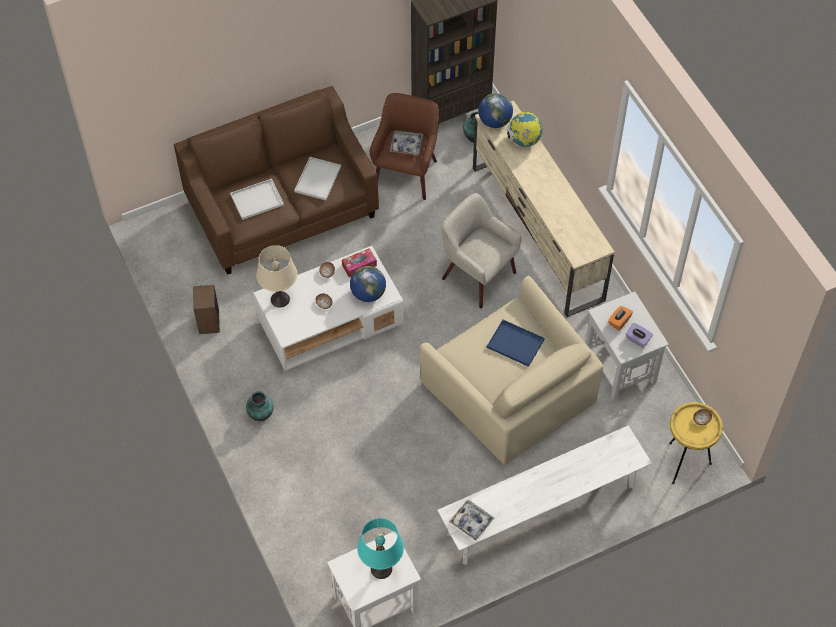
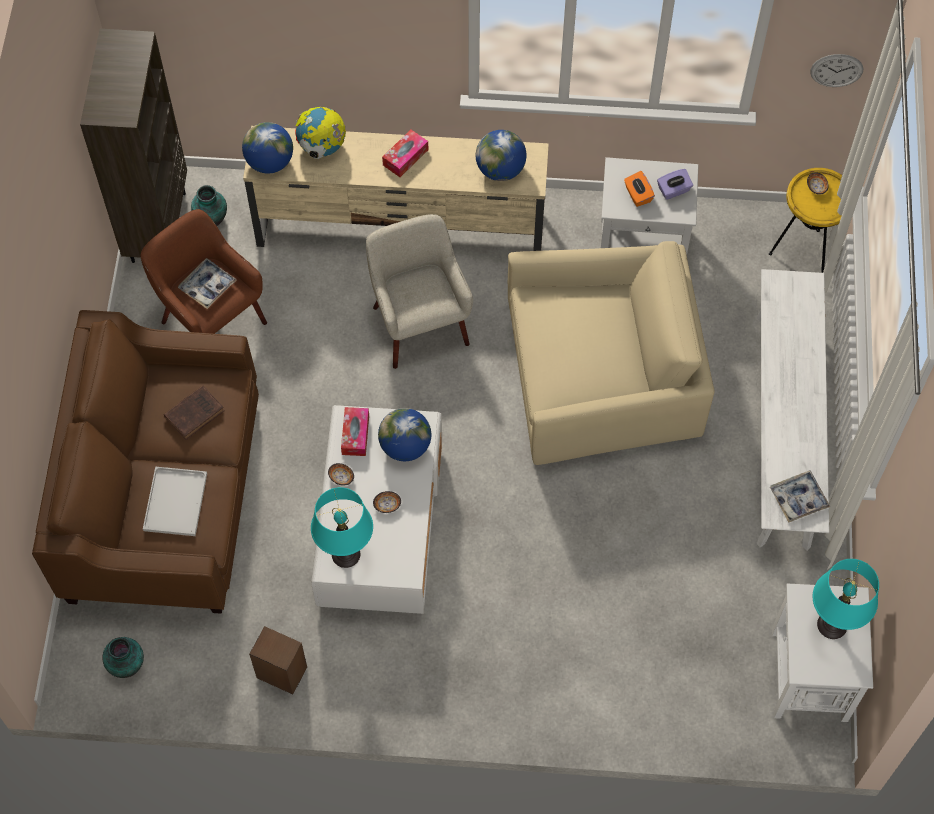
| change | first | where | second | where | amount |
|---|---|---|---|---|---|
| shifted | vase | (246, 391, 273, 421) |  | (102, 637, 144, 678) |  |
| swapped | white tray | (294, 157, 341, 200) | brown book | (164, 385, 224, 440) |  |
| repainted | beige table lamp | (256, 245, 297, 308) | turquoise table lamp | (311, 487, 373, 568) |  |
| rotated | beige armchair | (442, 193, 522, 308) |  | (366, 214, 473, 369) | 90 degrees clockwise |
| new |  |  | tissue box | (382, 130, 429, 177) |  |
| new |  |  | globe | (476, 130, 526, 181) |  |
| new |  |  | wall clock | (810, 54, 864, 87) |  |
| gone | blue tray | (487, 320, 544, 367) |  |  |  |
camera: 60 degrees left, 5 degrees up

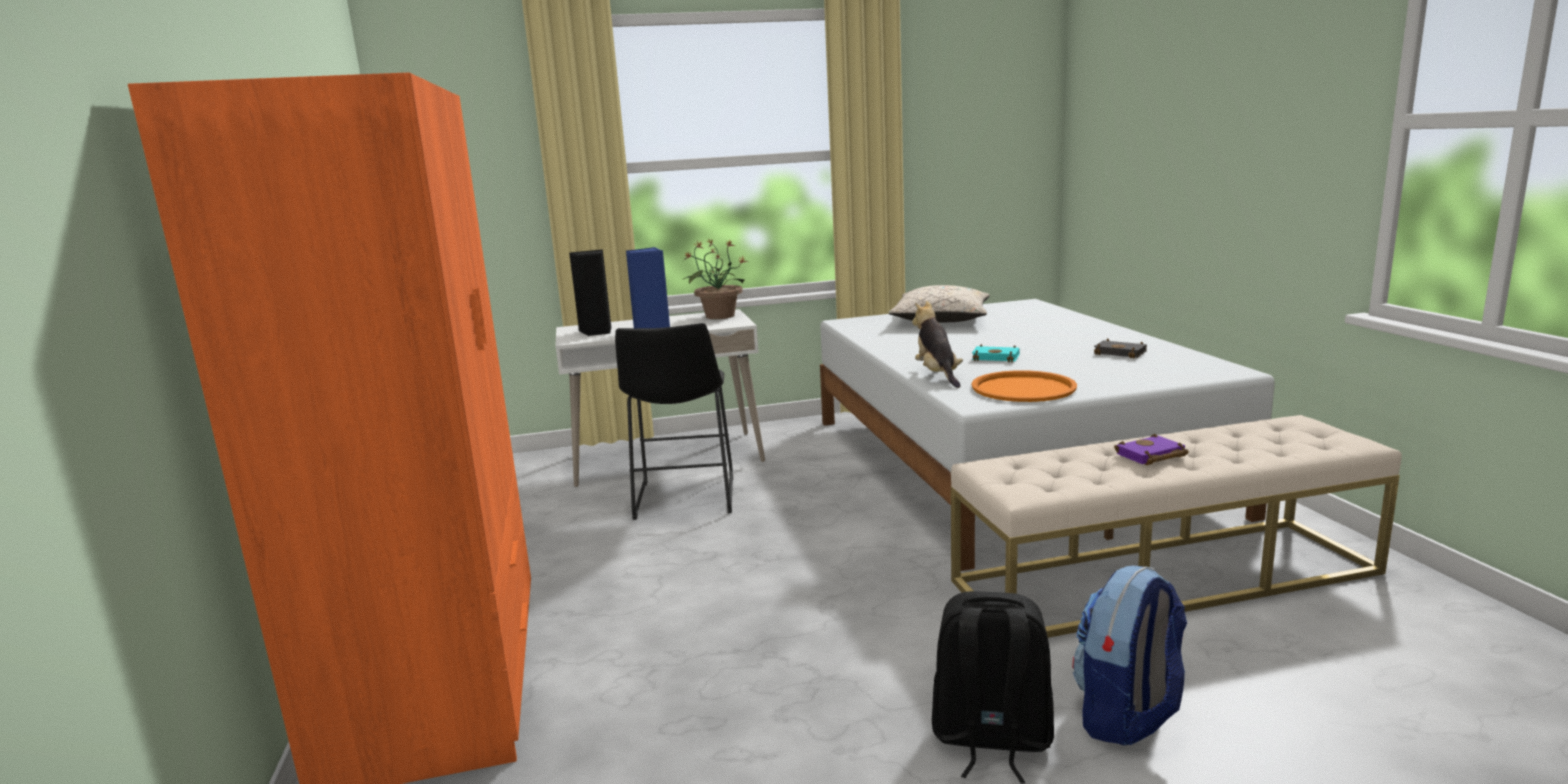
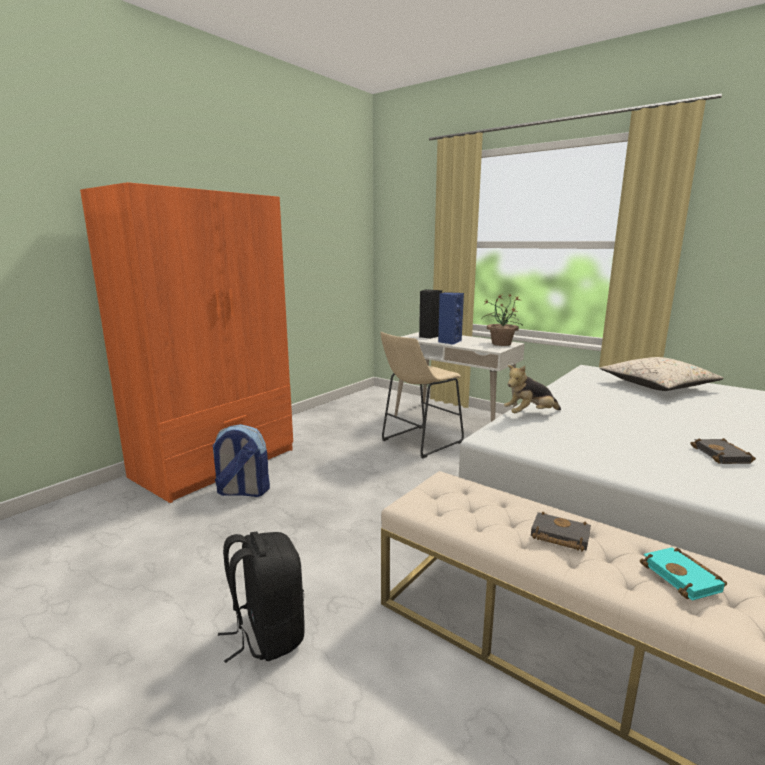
| change | first | where | second | where | amount |
|---|---|---|---|---|---|
| shifted | backpack | (1073, 565, 1187, 745) |  | (212, 424, 270, 497) |  |
| repainted | black stool | (615, 323, 733, 520) | beige stool | (380, 332, 464, 458) |  |
| rotated | plush toy | (912, 301, 963, 388) |  | (504, 365, 561, 413) | 150 degrees counterclockwise |
| repainted | purple book | (1114, 434, 1189, 465) | black book | (531, 511, 591, 552) |  |
| shifted | turquoise book | (972, 344, 1020, 362) |  | (640, 547, 727, 600) |  |
| gone | orange tray | (972, 370, 1077, 402) |  |  |  |
camera: 50 degrees right, 0 degrees up

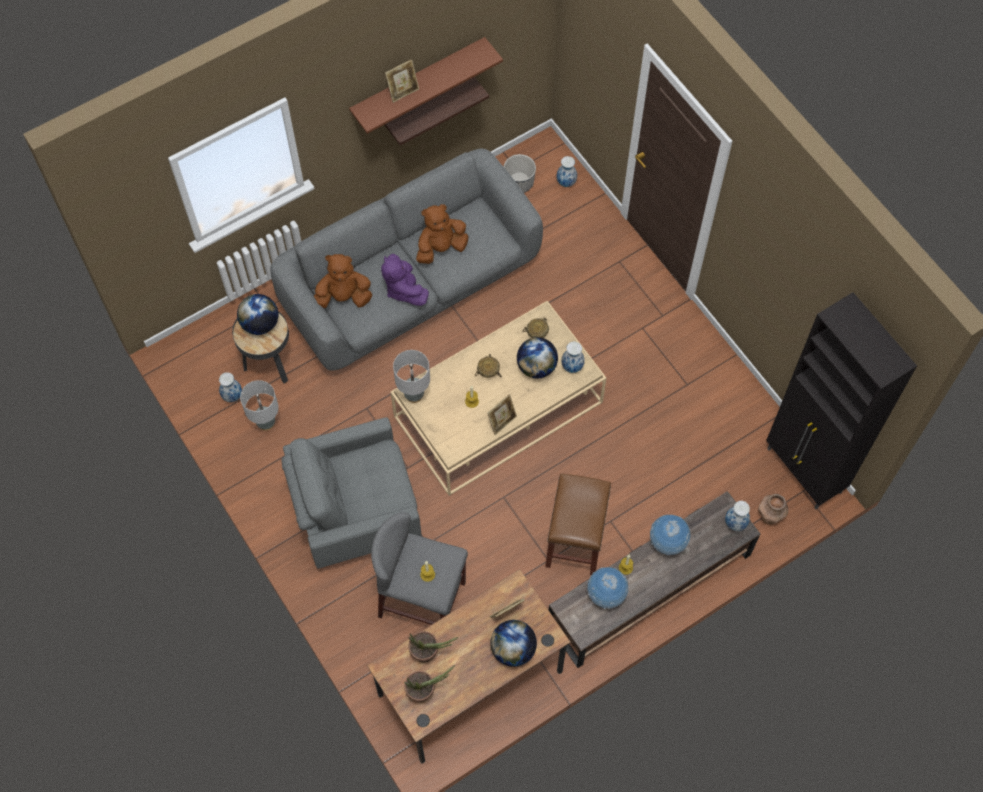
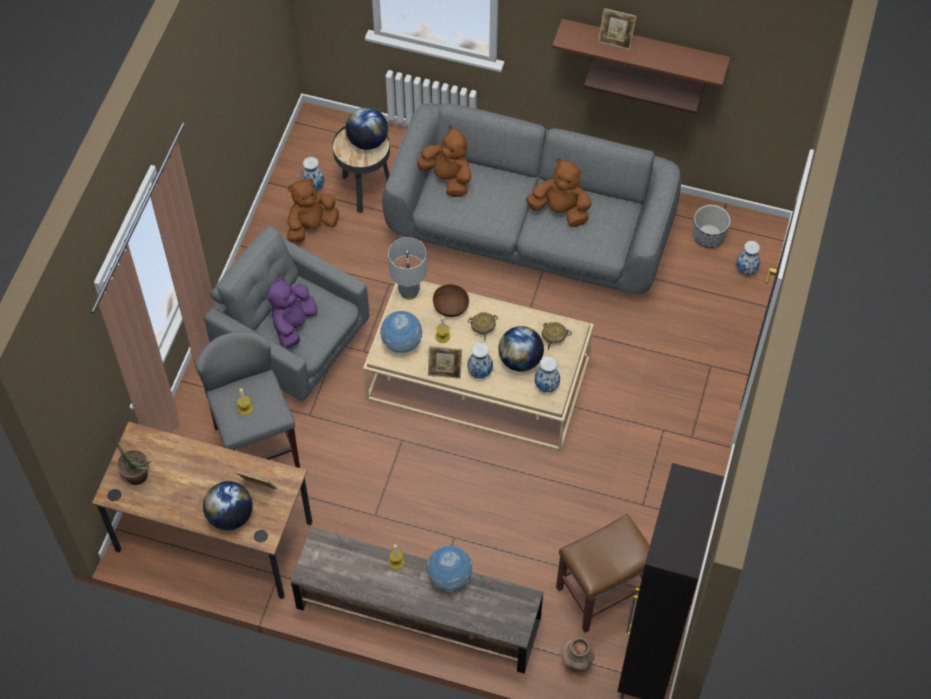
| change | first | where | second | where | amount |
|---|---|---|---|---|---|
| shifted | purple plush toy | (381, 254, 429, 306) |  | (266, 276, 318, 349) |  |
| swapped | grey table lamp | (240, 380, 279, 431) | brown plush toy | (287, 178, 339, 242) |  |
| shifted | globe | (587, 567, 628, 609) |  | (380, 311, 422, 353) |  |
| new |  |  | brown bowl | (433, 284, 469, 317) |  |
| shifted | vase | (725, 501, 750, 531) |  | (467, 343, 493, 379) |  |
| shifted | brown stool | (545, 473, 611, 575) |  | (556, 514, 650, 633) |  |
| gone | potted plant | (409, 631, 458, 662) |  |  |  |
camera: 50 degrees right, 5 degrees down

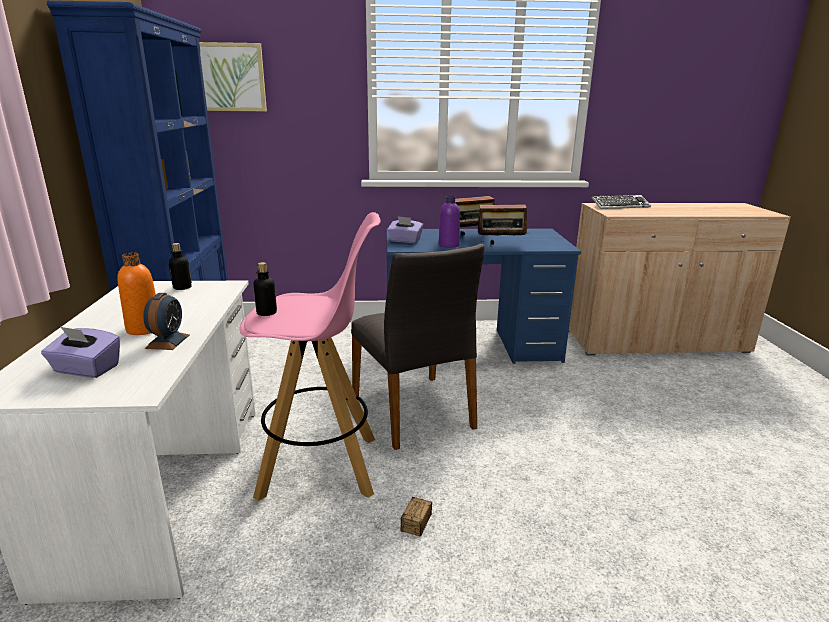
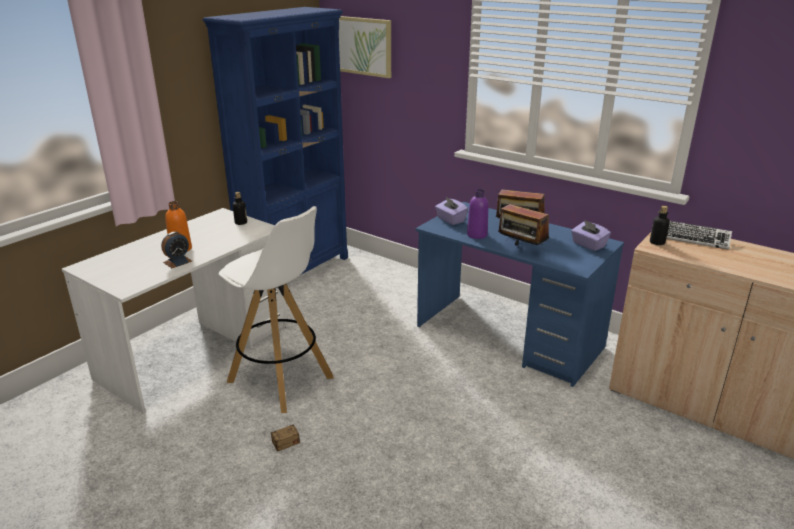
| change | first | where | second | where | amount |
|---|---|---|---|---|---|
| repainted | pink stool | (240, 212, 381, 501) | white stool | (219, 206, 334, 413) |  |
| shifted | purple tissue box | (41, 326, 120, 378) |  | (571, 220, 611, 251) |  |
| shifted | bottle | (254, 262, 277, 316) |  | (650, 206, 670, 245) |  |
| gone | grey chair | (351, 244, 485, 450) |  |  |  |
camera: 40 degrees right, 5 degrees up

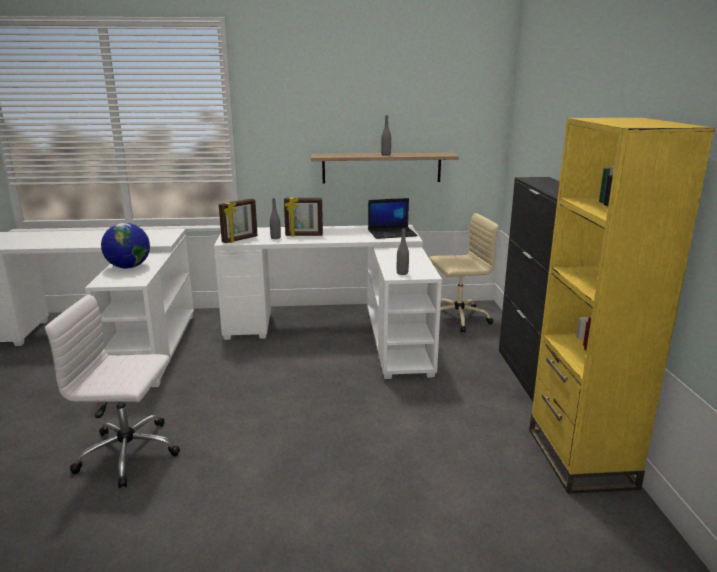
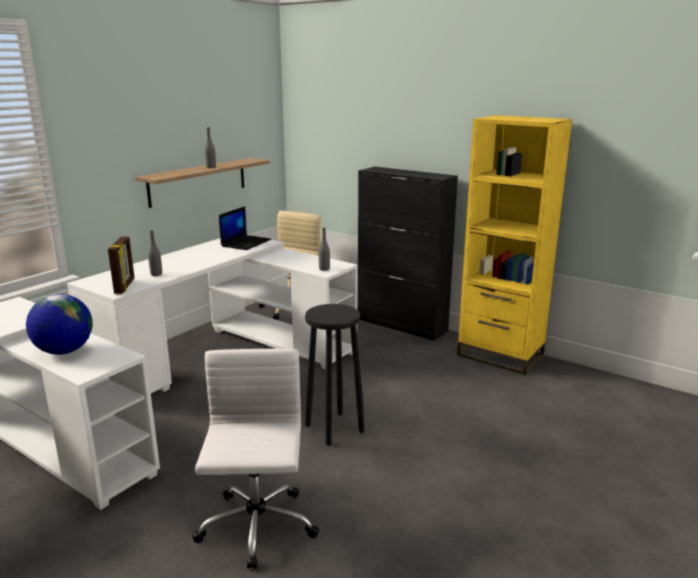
| change | first | where | second | where | amount |
|---|---|---|---|---|---|
| rotated | white office chair | (45, 294, 180, 488) |  | (192, 349, 319, 569) | 135 degrees clockwise |
| new |  |  | black stool | (305, 304, 364, 446) |  |
| gone | picture frame | (284, 198, 323, 236) |  |  |  |
camera: 50 degrees left, 0 degrees up

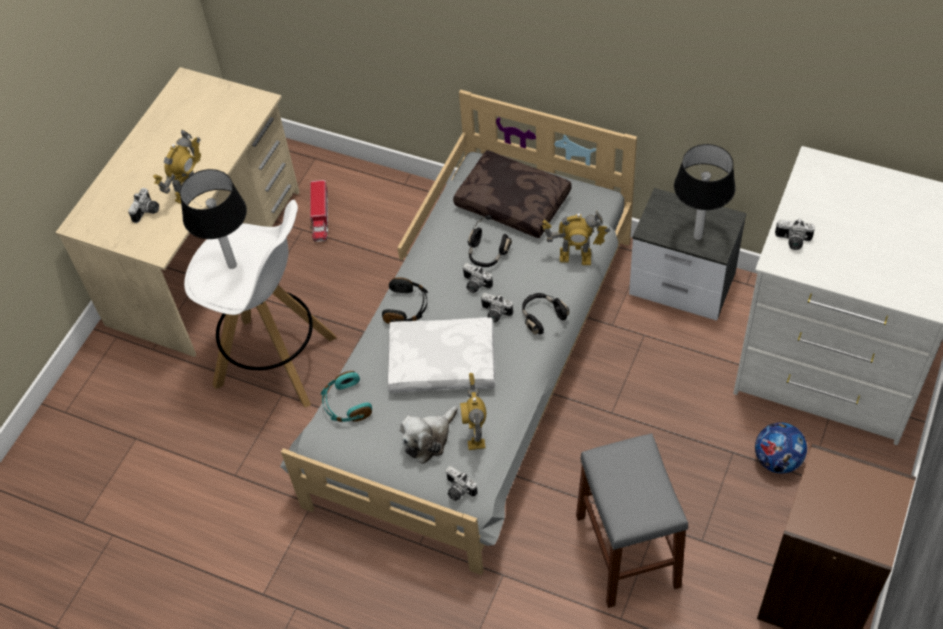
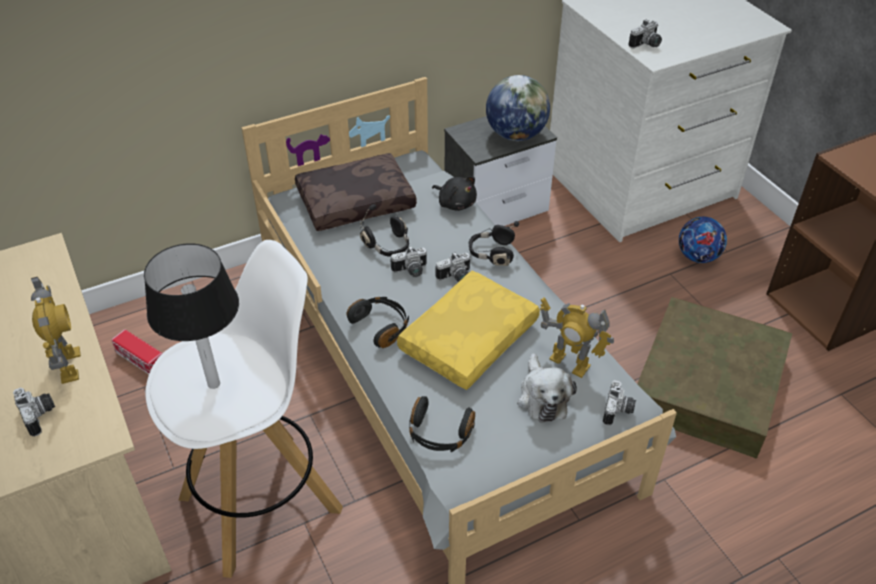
| change | first | where | second | where | amount |
|---|---|---|---|---|---|
| repainted | white pillow | (388, 317, 495, 393) | yellow pillow | (397, 271, 540, 390) |  |
| repainted | turquoise headphones | (321, 371, 372, 422) | black headphones | (409, 396, 475, 452) |  |
| swapped | toy robot | (542, 211, 610, 265) | black plush toy | (432, 176, 477, 211) |  |
| swapped | table lamp | (674, 144, 736, 240) | globe | (486, 75, 550, 141) |  |
| rotated | photo camera | (445, 466, 478, 501) |  | (603, 380, 636, 426) | 60 degrees counterclockwise |
| swapped | grey stool | (576, 433, 688, 608) | brown storage box | (637, 297, 792, 458) |  |
camera: 55 degrees left, 10 degrees down

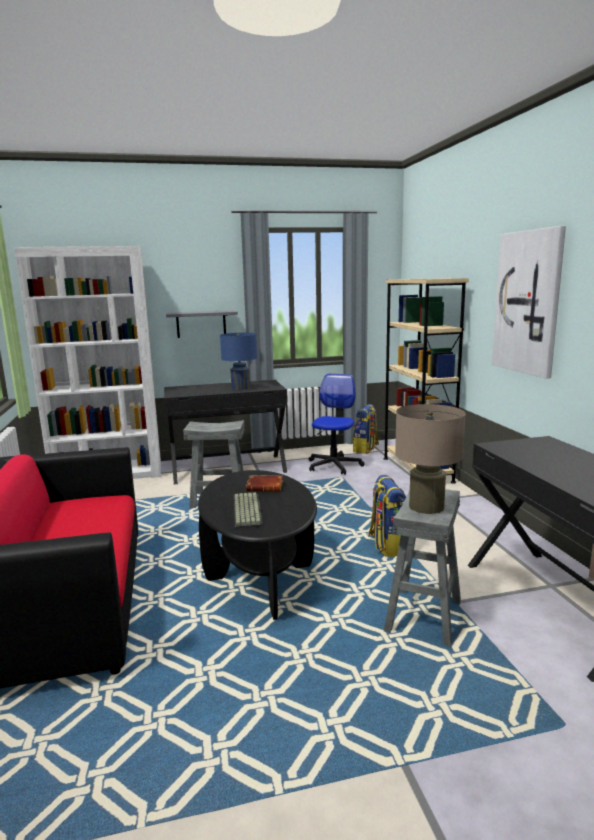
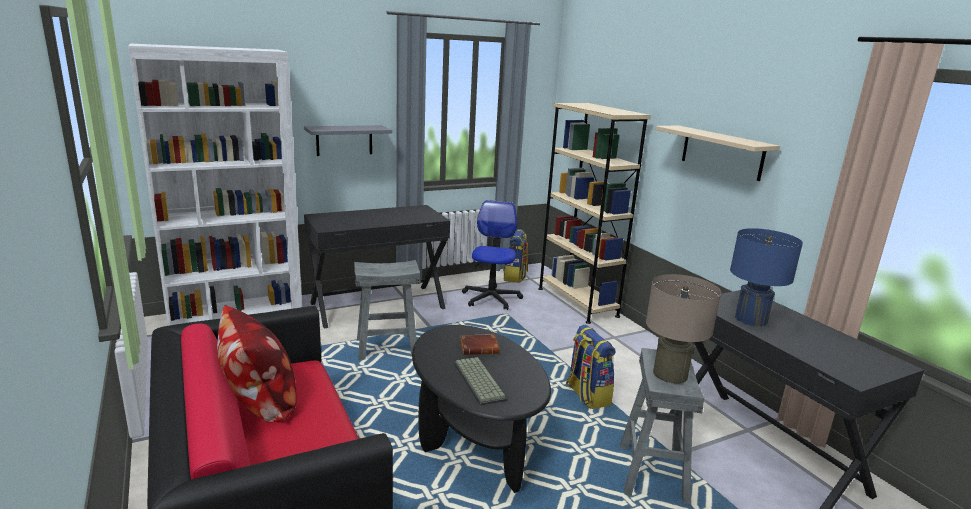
| change | first | where | second | where | amount |
|---|---|---|---|---|---|
| new |  |  | pillow | (217, 305, 296, 422) |  |
| swapped | picture | (492, 226, 566, 379) | beige shelf | (655, 125, 780, 181) |  |
| shifted | blue table lamp | (220, 333, 257, 390) |  | (730, 228, 803, 327) |  |
camera: 15 degrees left, 5 degrees up

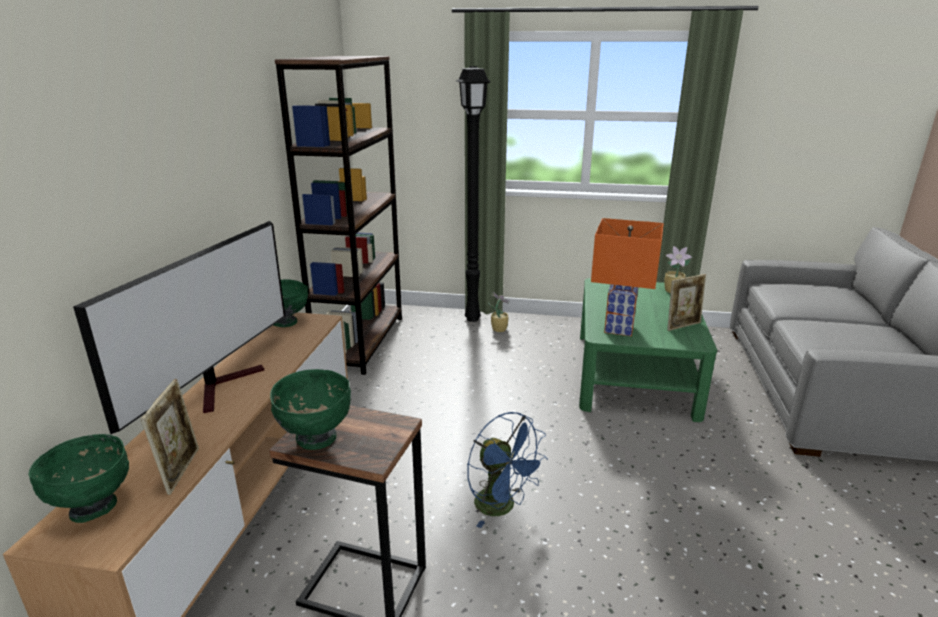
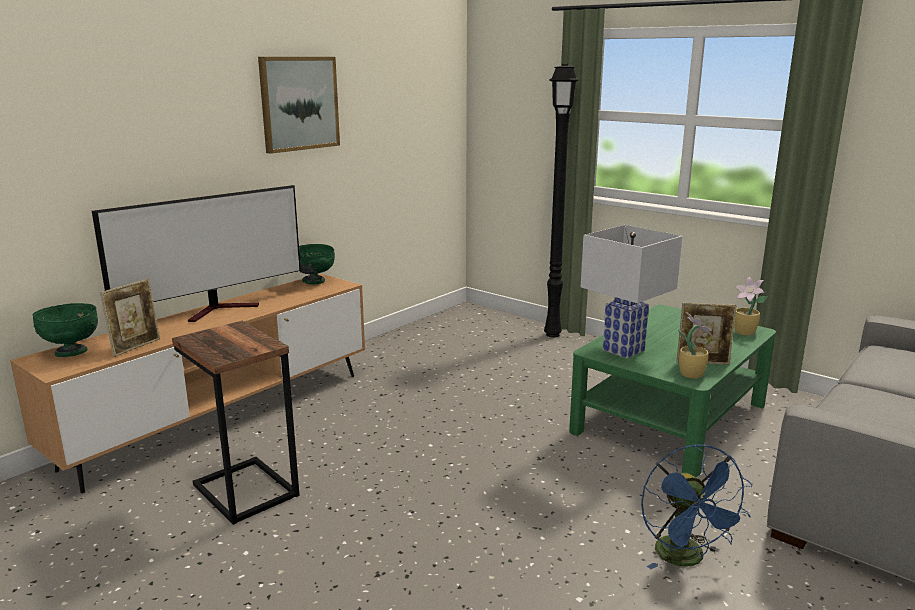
| change | first | where | second | where | amount |
|---|---|---|---|---|---|
| new |  |  | picture | (258, 57, 340, 154) |  |
| repainted | orange table lamp | (591, 218, 664, 336) | white table lamp | (581, 225, 682, 359) |  |
| shifted | blue fan | (467, 412, 548, 528) |  | (641, 444, 753, 569) |  |
| shifted | potted plant | (488, 292, 509, 332) |  | (678, 312, 712, 379) |  |
| gone | green bowl | (270, 369, 351, 450) |  |  |  |
| gone | brown bookcase | (275, 56, 402, 375) |  |  |  |
camera: 30 degrees right, 5 degrees down

